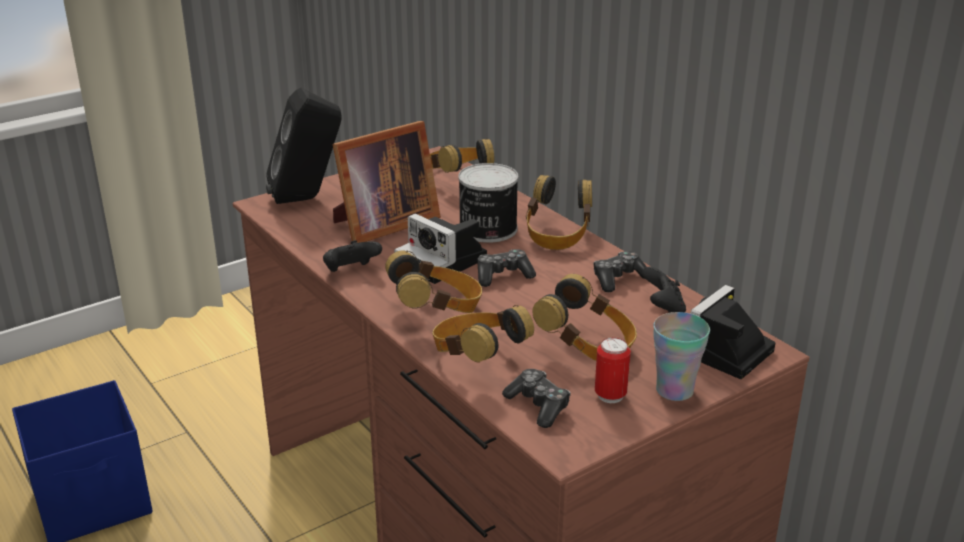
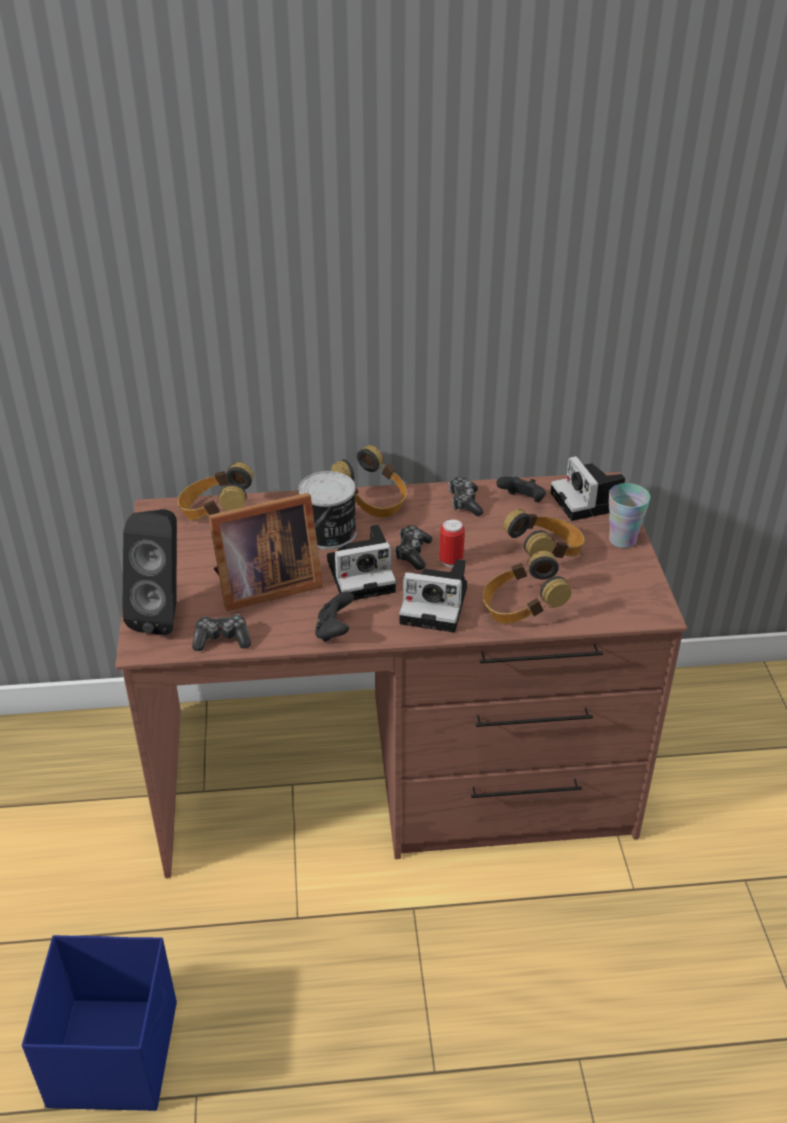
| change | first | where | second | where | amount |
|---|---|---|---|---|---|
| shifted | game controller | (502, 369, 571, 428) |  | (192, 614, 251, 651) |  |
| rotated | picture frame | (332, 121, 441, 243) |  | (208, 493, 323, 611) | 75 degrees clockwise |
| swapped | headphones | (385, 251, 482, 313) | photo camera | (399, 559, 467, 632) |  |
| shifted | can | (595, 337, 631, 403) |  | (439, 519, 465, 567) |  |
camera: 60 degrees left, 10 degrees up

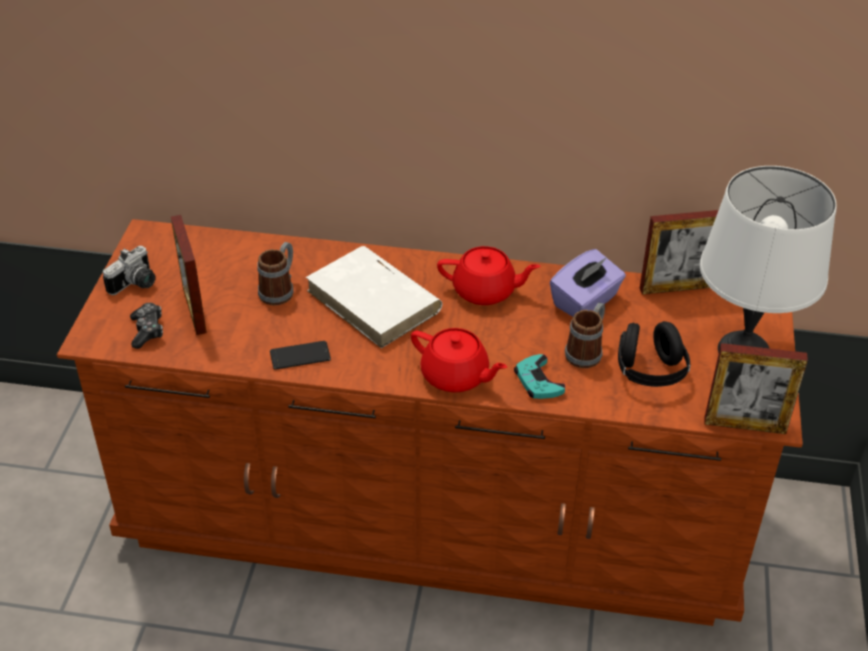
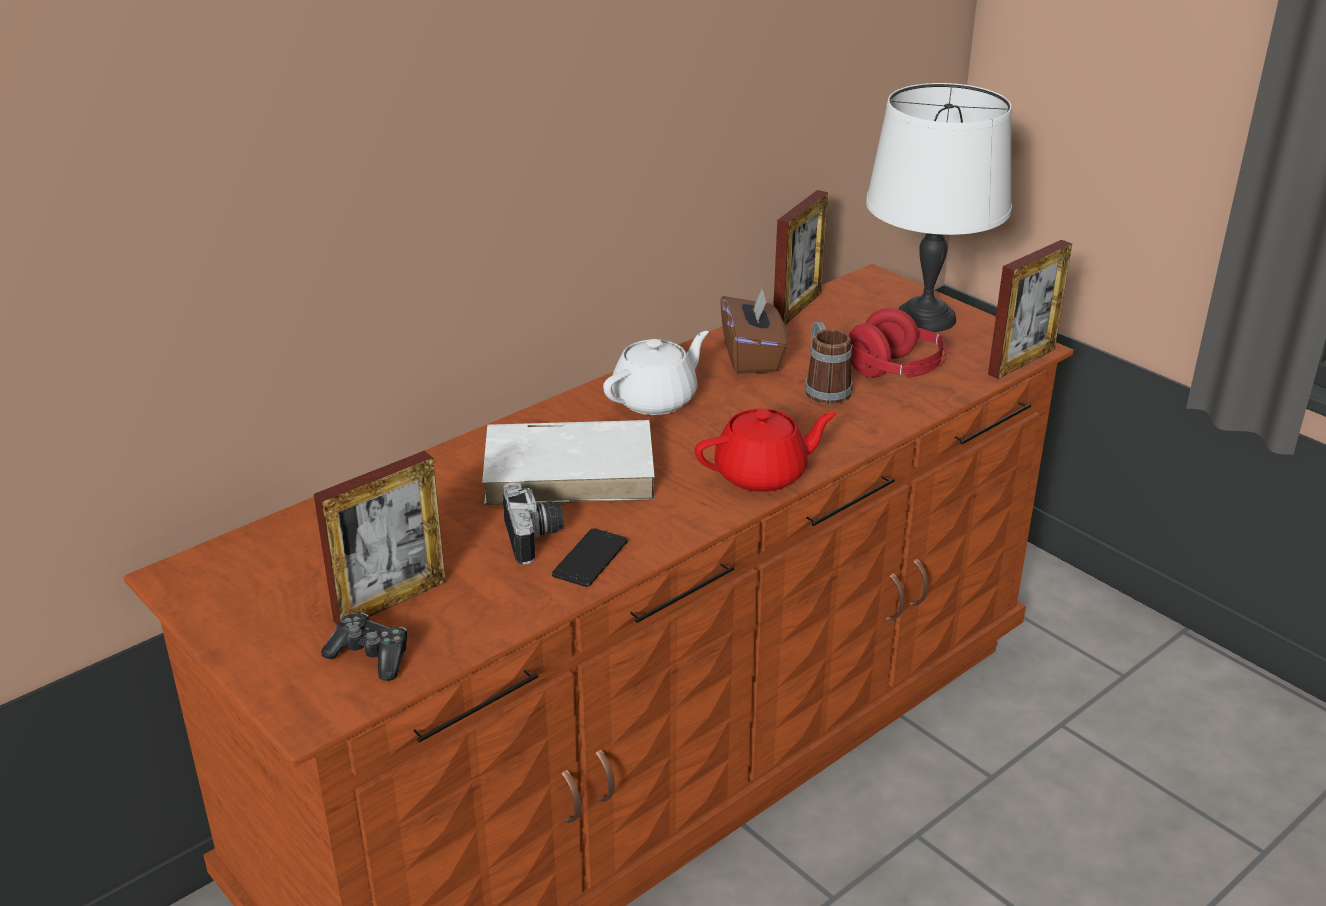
| change | first | where | second | where | amount |
|---|---|---|---|---|---|
| rotated | picture frame | (171, 215, 207, 335) |  | (314, 451, 446, 625) | 60 degrees counterclockwise |
| shifted | photo camera | (103, 246, 156, 295) |  | (503, 483, 564, 565) |  |
| repainted | red teapot | (437, 246, 540, 305) | white teapot | (603, 331, 709, 415) |  |
| repainted | purple tissue box | (550, 249, 626, 317) | brown tissue box | (720, 287, 788, 374) |  |
| repainted | black headphones | (618, 321, 691, 387) | red headphones | (849, 308, 947, 378) |  |
| gone | mug | (257, 242, 293, 305) |  |  |  |
| gone | turquoise game controller | (514, 354, 565, 399) |  |  |  |
camera: 50 degrees left, 10 degrees down

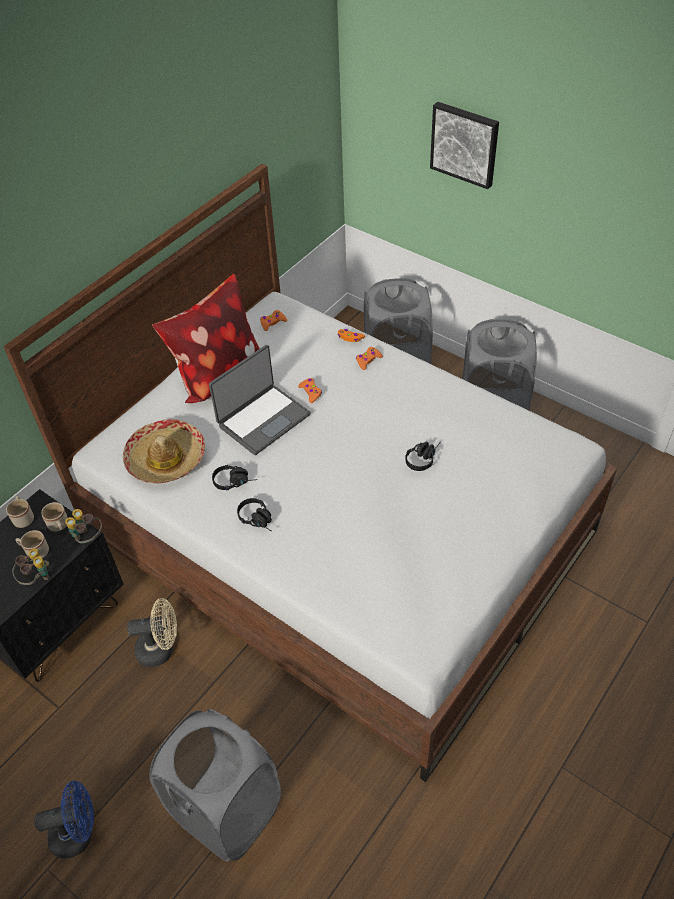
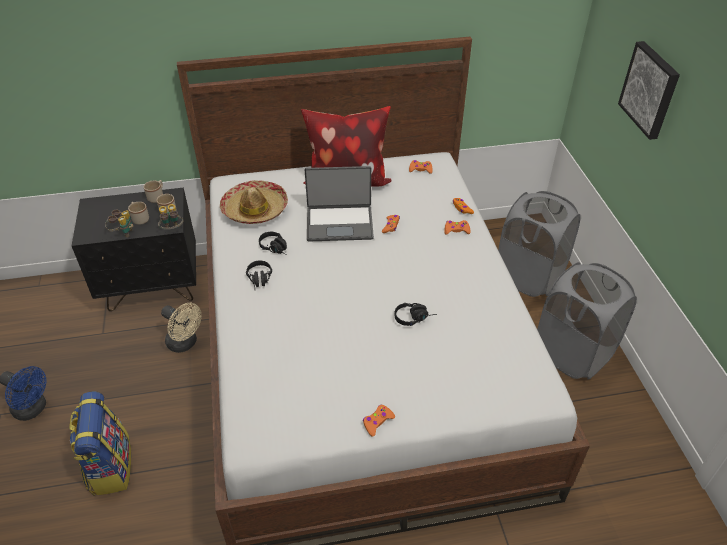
| change | first | where | second | where | amount |
|---|---|---|---|---|---|
| swapped | grey laundry basket | (150, 709, 281, 861) | backpack | (69, 391, 131, 496) |  |
| new |  |  | orange game controller | (363, 405, 395, 437) |  |
camera: 40 degrees right, 5 degrees down

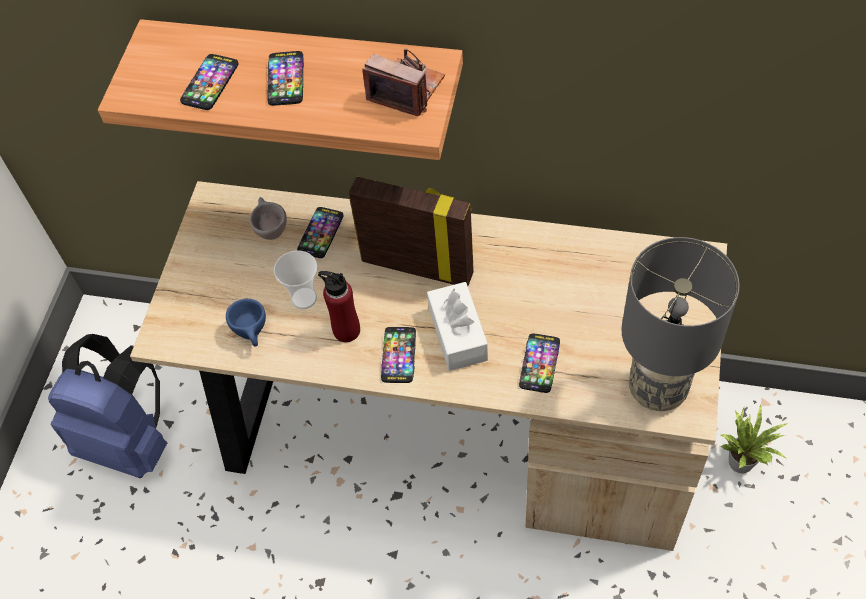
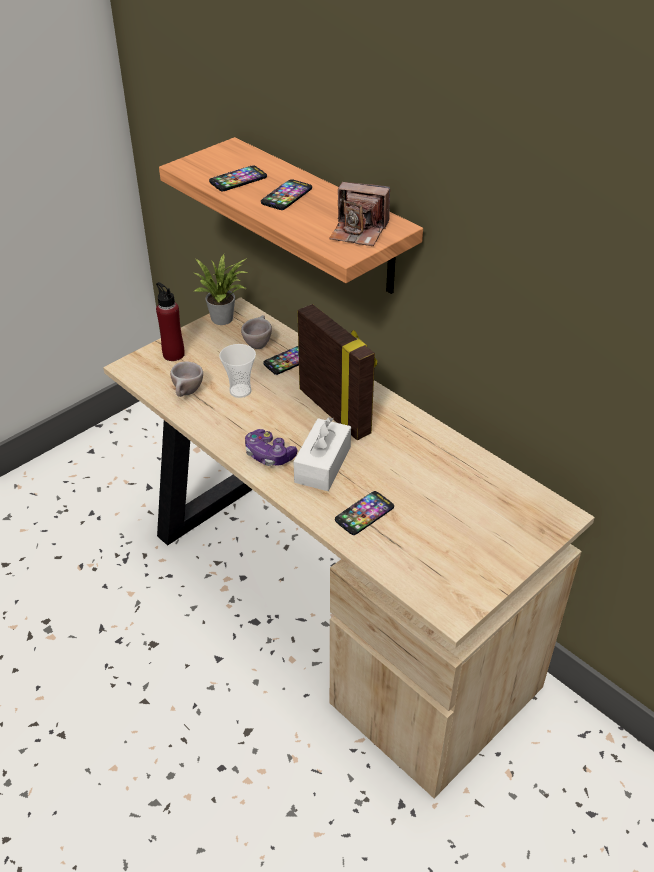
| change | first | where | second | where | amount |
|---|---|---|---|---|---|
| shifted | red bottle | (318, 271, 360, 342) |  | (156, 282, 185, 361) |  |
| repainted | blue cup | (226, 299, 266, 347) | beige cup | (170, 361, 203, 397) |  |
| shifted | potted plant | (719, 404, 789, 474) |  | (195, 254, 248, 325) |  |
| swapped | phone | (381, 327, 416, 383) | game controller | (245, 429, 297, 466) |  |
| rotated | photo camera | (363, 48, 445, 116) |  | (329, 182, 390, 246) | 135 degrees clockwise |
| gone | blue backpack | (48, 334, 167, 478) |  |  |  |
| gone | grey table lamp | (621, 237, 740, 411) |  |  |  |
camera: 30 degrees right, 15 degrees down

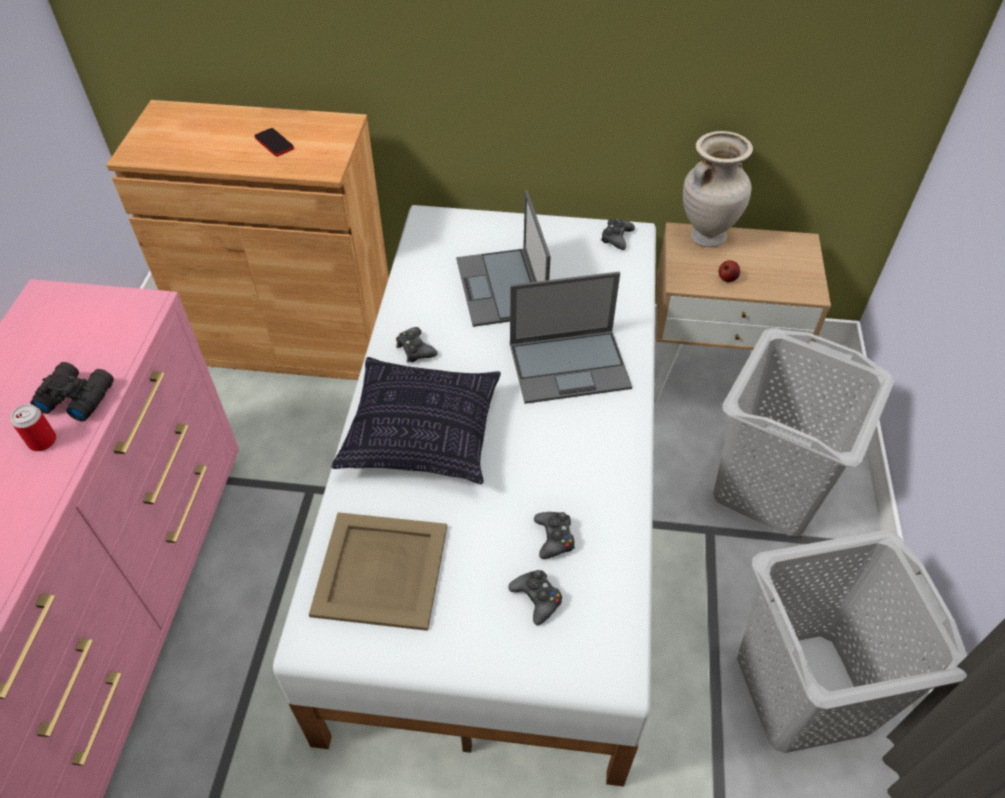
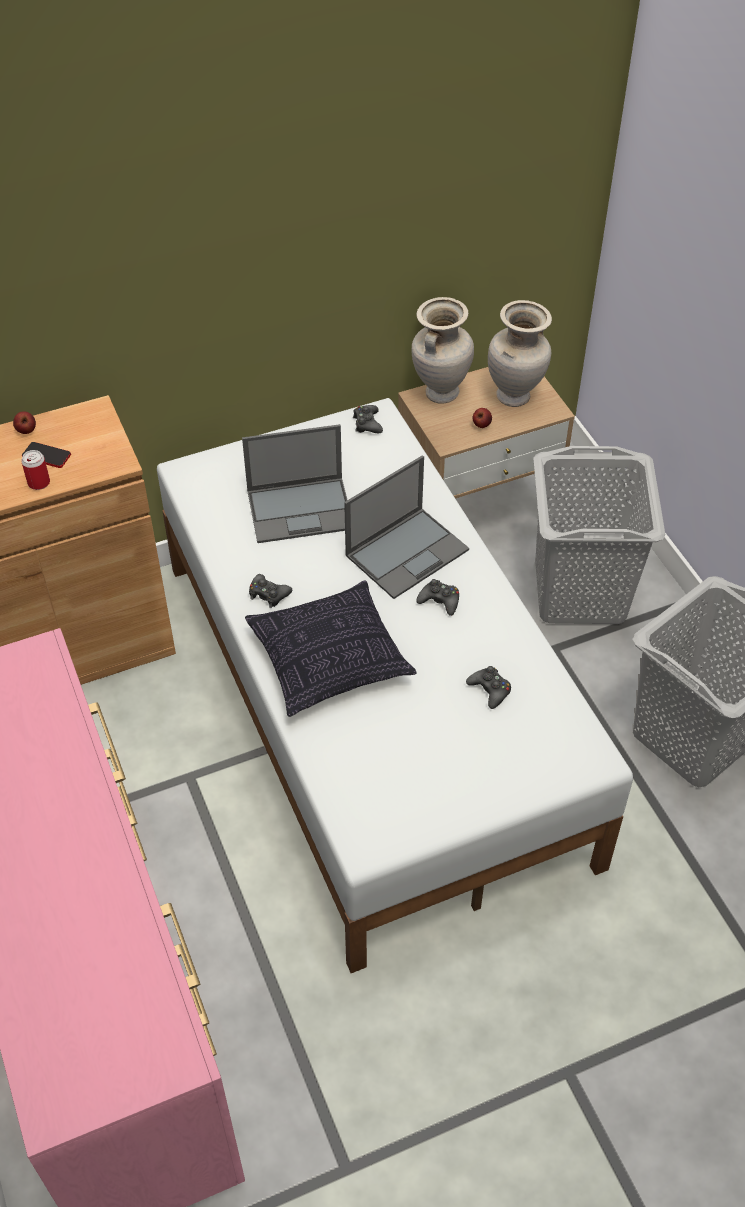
| change | first | where | second | where | amount |
|---|---|---|---|---|---|
| new |  |  | apple | (13, 411, 36, 434) |  |
| shifted | can | (11, 404, 56, 451) |  | (21, 450, 50, 490) |  |
| rotated | laptop | (456, 190, 551, 327) |  | (242, 424, 347, 543) | 60 degrees counterclockwise |
| shifted | black game controller | (508, 570, 562, 626) |  | (416, 579, 459, 616) |  |
| new |  |  | beige vase | (488, 300, 552, 407) |  |
| gone | black binoculars | (30, 362, 114, 421) |  |  |  |
| gone | beige tray | (309, 512, 447, 631) |  |  |  |
camera: 30 degrees left, 0 degrees up

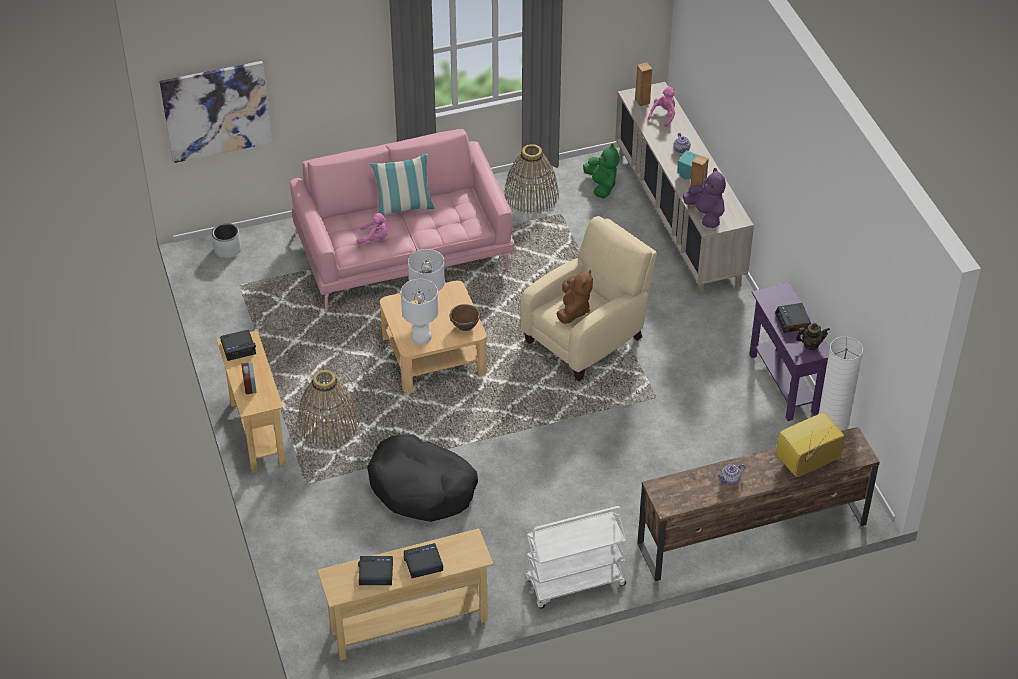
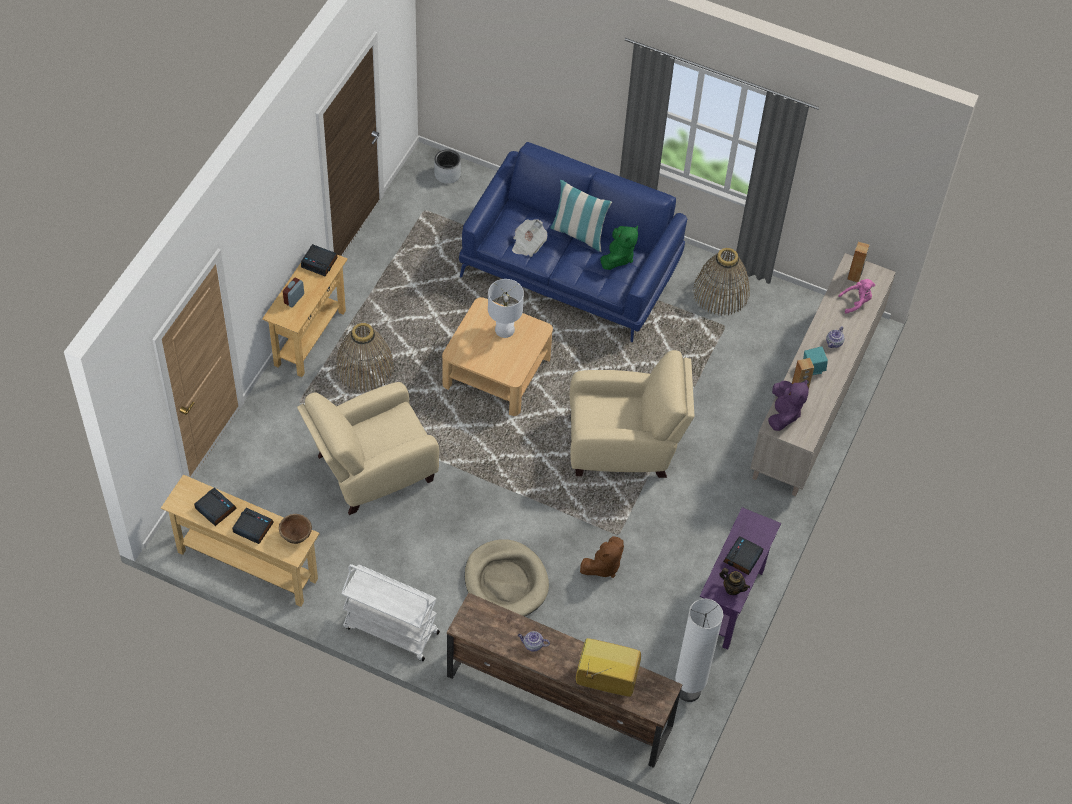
| change | first | where | second | where | amount |
|---|---|---|---|---|---|
| shifted | brown bowl | (450, 304, 481, 331) |  | (279, 514, 312, 544) |  |
| swapped | black dog bed | (367, 434, 478, 522) | beige armchair | (297, 382, 439, 515) |  |
| repainted | pink sofa | (290, 129, 515, 311) | blue sofa | (459, 142, 687, 342) |  |
| new |  |  | beige dog bed | (465, 539, 549, 617) |  |
| swapped | pink plush toy | (357, 213, 388, 245) | newspaper | (512, 219, 547, 257) |  |
| shifted | brown plush toy | (557, 269, 593, 324) |  | (580, 536, 624, 578) |  |
| shifted | green plush toy | (583, 144, 619, 198) |  | (600, 225, 638, 270) |  |
| gone | picture | (160, 61, 272, 163) |  |  |  |
| gone | white table lamp | (401, 279, 438, 345) |  |  |  |
camera: 40 degrees right, 10 degrees up

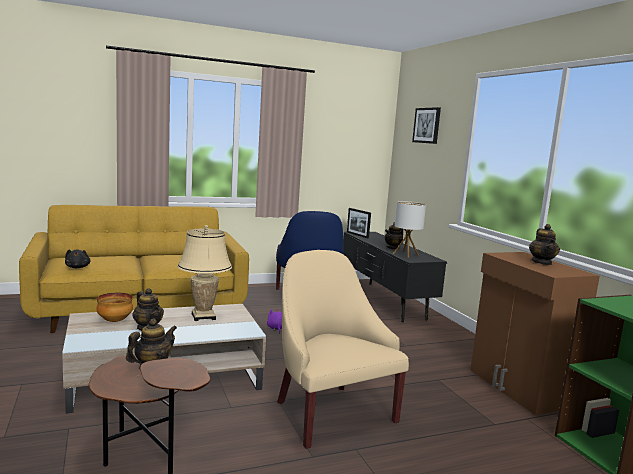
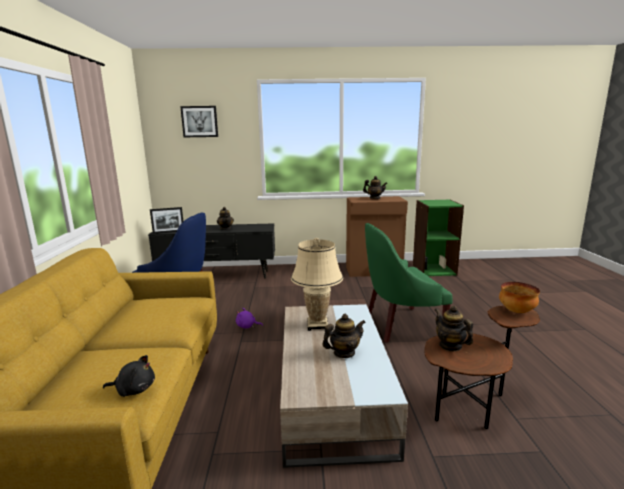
| change | first | where | second | where | amount |
|---|---|---|---|---|---|
| repainted | beige armchair | (277, 250, 409, 449) | green armchair | (365, 223, 453, 343) |  |
| shifted | bowl | (96, 293, 133, 322) |  | (499, 282, 540, 313) |  |
| gone | table lamp | (393, 201, 426, 258) |  |  |  |
camera: 70 degrees left, 5 degrees up

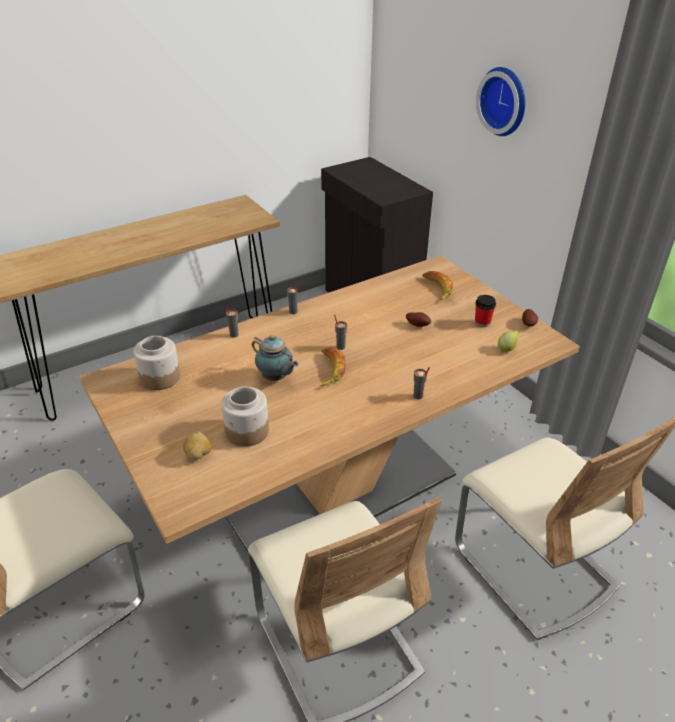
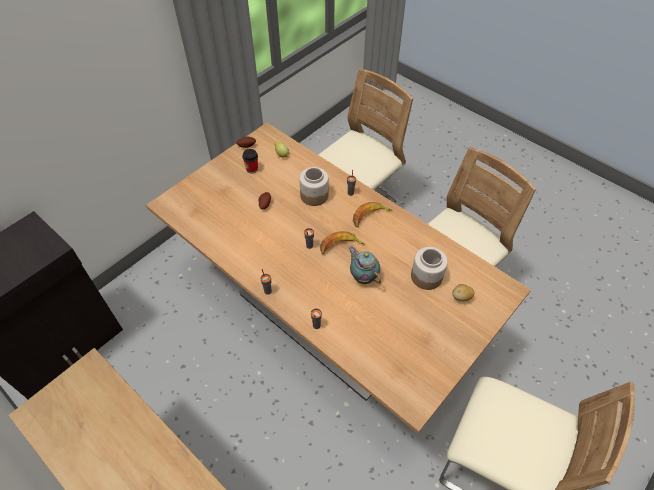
| change | first | where | second | where | amount |
|---|---|---|---|---|---|
| shifted | jar | (134, 336, 180, 390) |  | (299, 167, 329, 206) |  |
| rotated | teapot | (252, 335, 299, 381) |  | (348, 246, 381, 284) | 60 degrees counterclockwise |
| shifted | banana | (423, 271, 453, 300) |  | (353, 202, 392, 227) |  |
| gone | wall clock | (476, 67, 525, 136) |  |  |  |
camera: 105 degrees left, 15 degrees up

